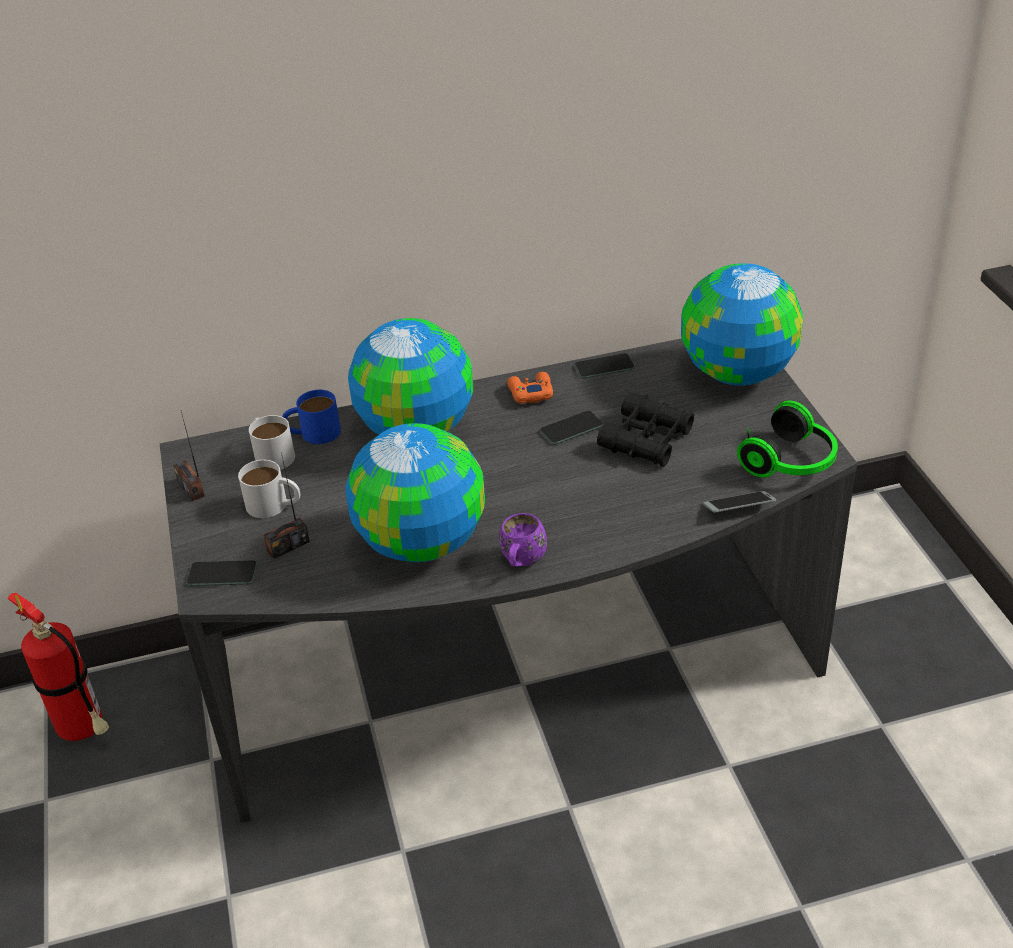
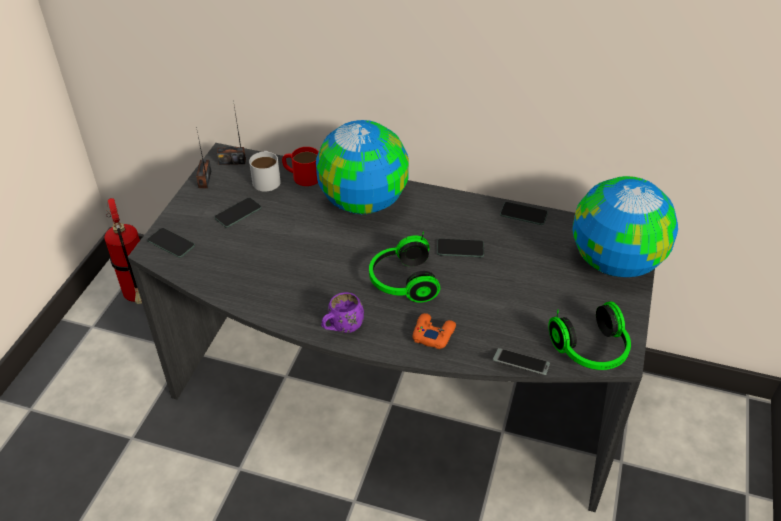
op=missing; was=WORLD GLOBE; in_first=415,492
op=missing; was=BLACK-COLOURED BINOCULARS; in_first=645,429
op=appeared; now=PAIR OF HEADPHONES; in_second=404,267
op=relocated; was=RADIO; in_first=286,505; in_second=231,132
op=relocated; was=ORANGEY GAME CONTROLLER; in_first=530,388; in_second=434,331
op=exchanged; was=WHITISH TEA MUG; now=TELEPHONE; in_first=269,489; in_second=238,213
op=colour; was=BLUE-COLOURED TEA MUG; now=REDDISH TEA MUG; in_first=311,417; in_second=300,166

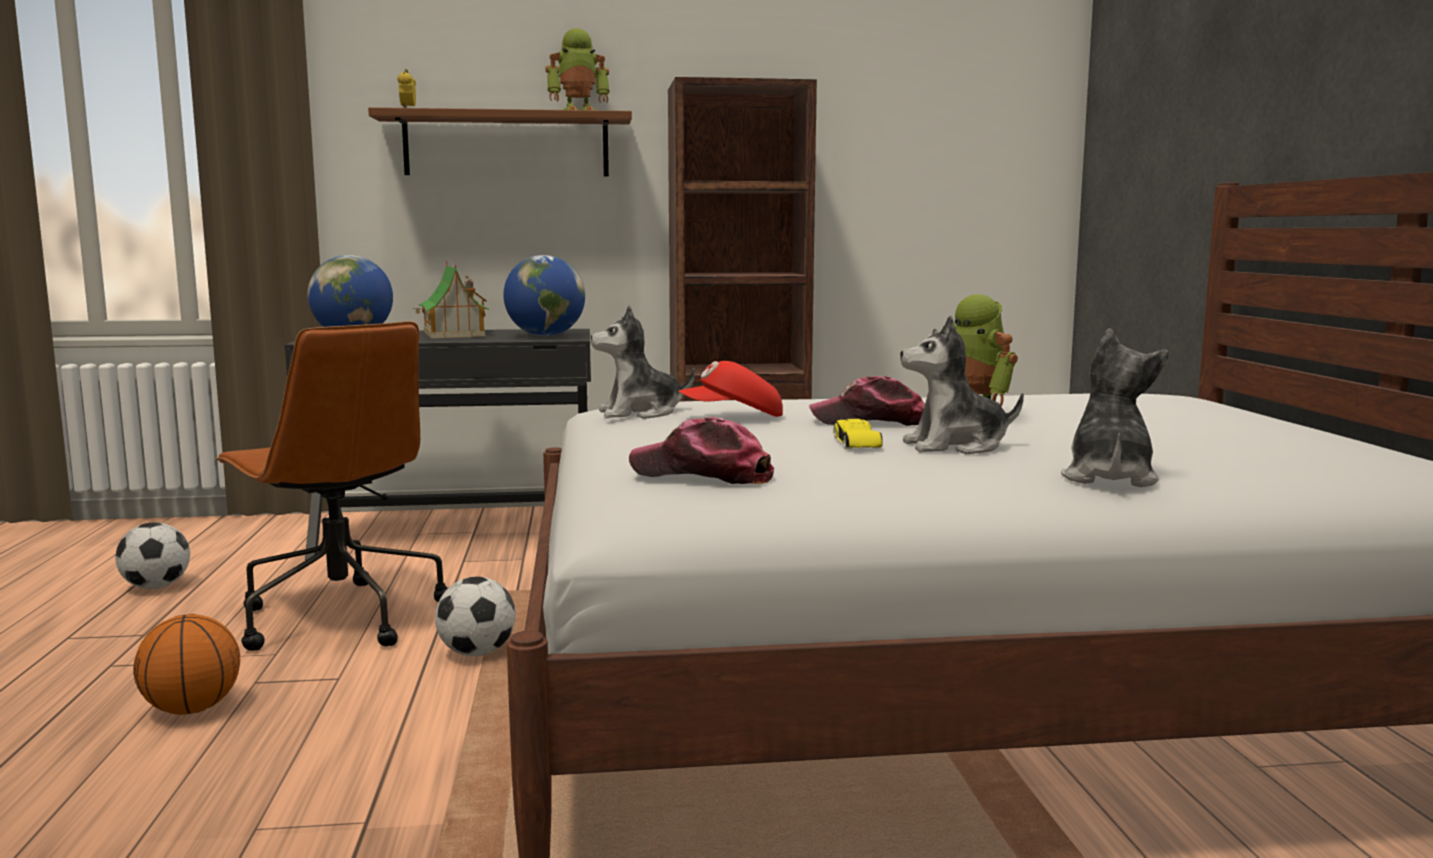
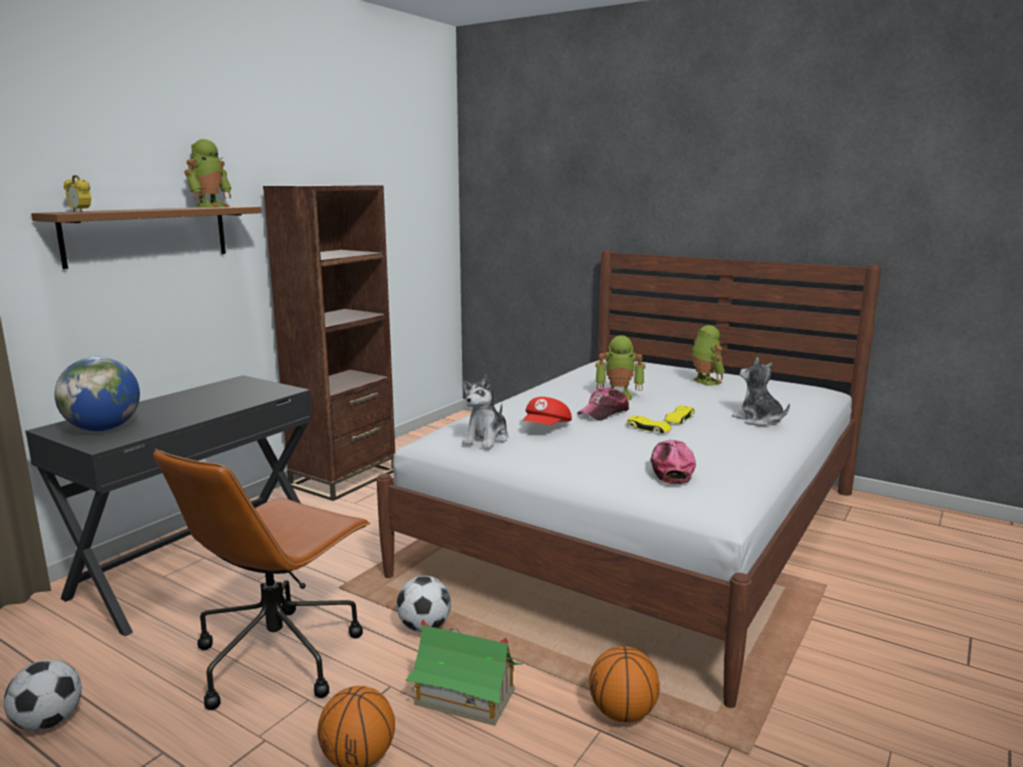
op=missing; was=WORLD GLOBE; in_first=544,295
op=appeared; now=BASKETBALL BALL; in_second=624,684
op=appeared; now=TOY ROBOT; in_second=708,355
op=relocated; was=MODEL HOUSE; in_first=451,299; in_second=464,672
op=exchanged; was=CUDDLY TOY; now=YELLOW TOY CAR; in_first=962,384; in_second=679,415
op=spun; was=BROWN COMPUTER CHAIR; in_first=331,486; in_second=262,579; clockwise=120
op=spun; was=PEAKED CAP; in_first=701,450; in_second=673,462; clockwise=120

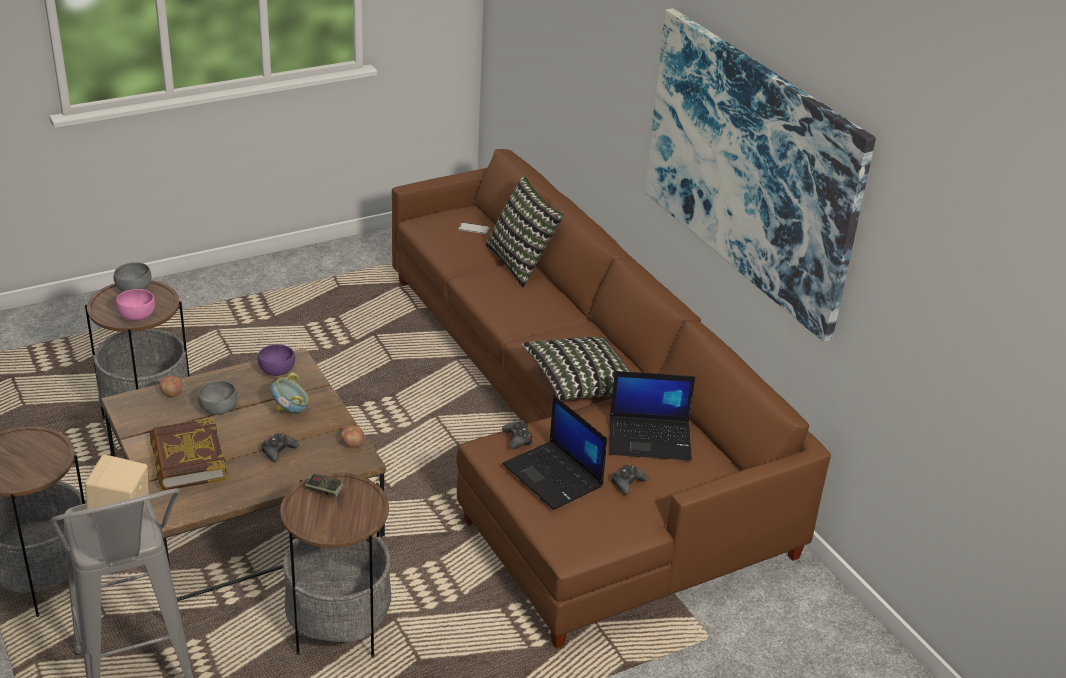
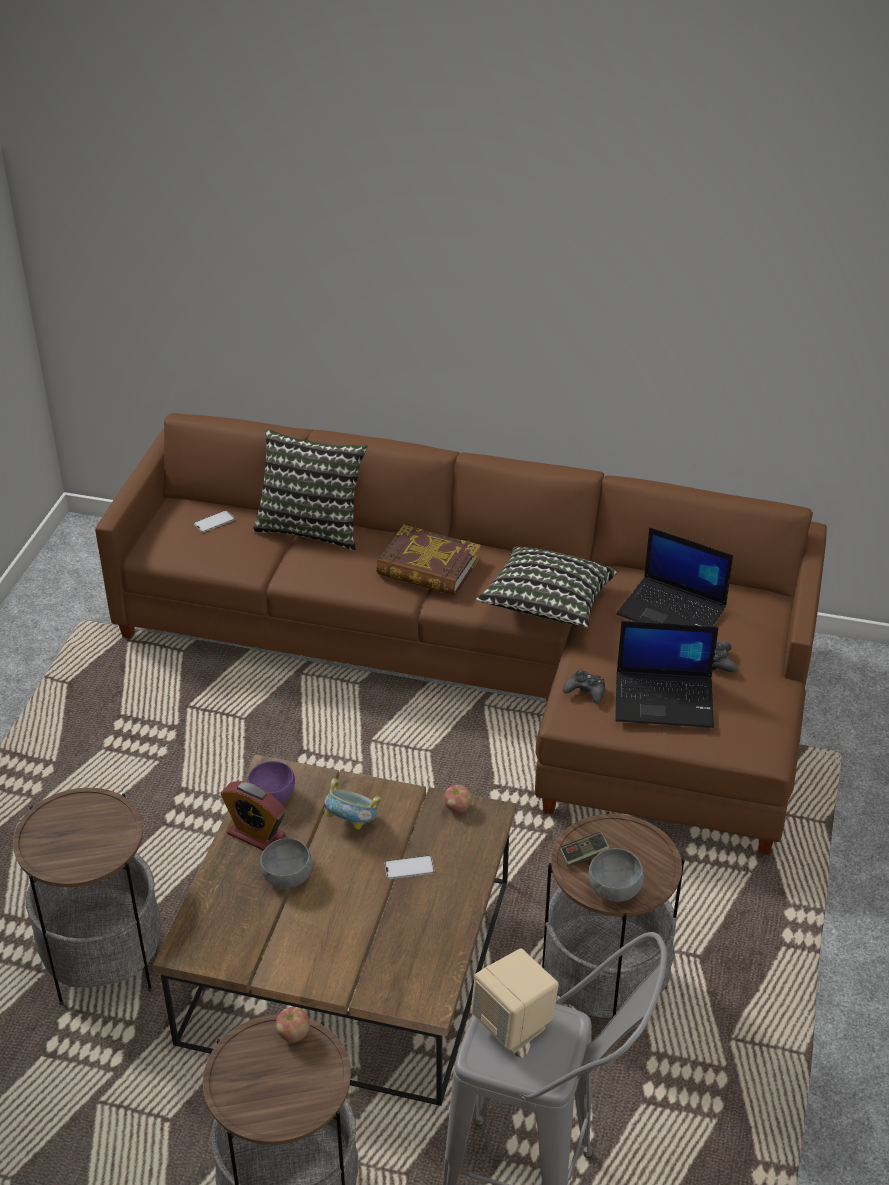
op=missing; was=PINKISH DEEP DISH; in_first=135,305
op=missing; was=WALL ART; in_first=760,175
op=appeared; now=BEDSIDE CLOCK; in_second=253,816
op=relocated; was=GREYISH DEEP DISH; in_first=133,277; in_second=616,875
op=relocated; was=BOUND BOOK; in_first=188,454; in_second=428,560
op=relocated; was=APPLE FRUIT; in_first=171,386; in_second=293,1024
op=exchanged; was=BLACK-COLOURED GAME CONTROLLER; now=TELEPHONE; in_first=280,447; in_second=410,867
op=spun; was=PORTABLE COMPUTER; in_first=652,416; in_second=674,576; clockwise=75

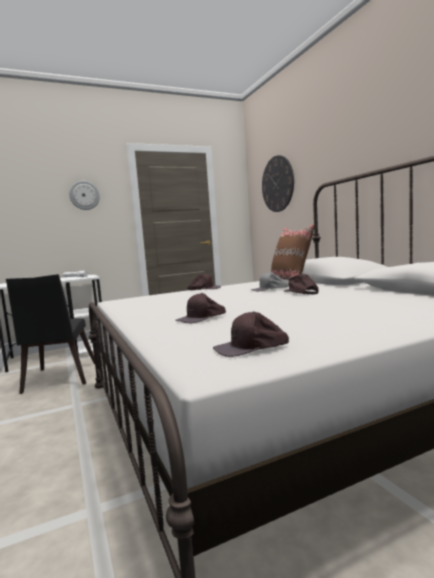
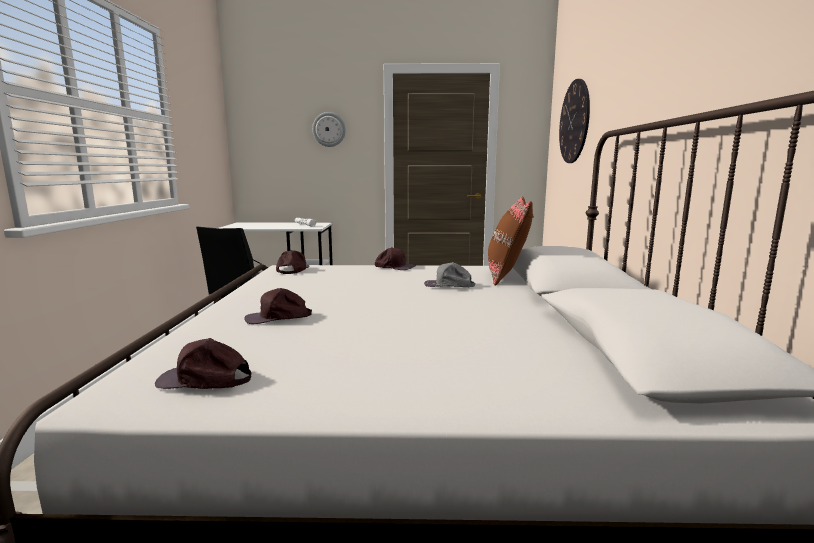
op=relocated; was=BROWN PEAKED CAP; in_first=301,284; in_second=293,262

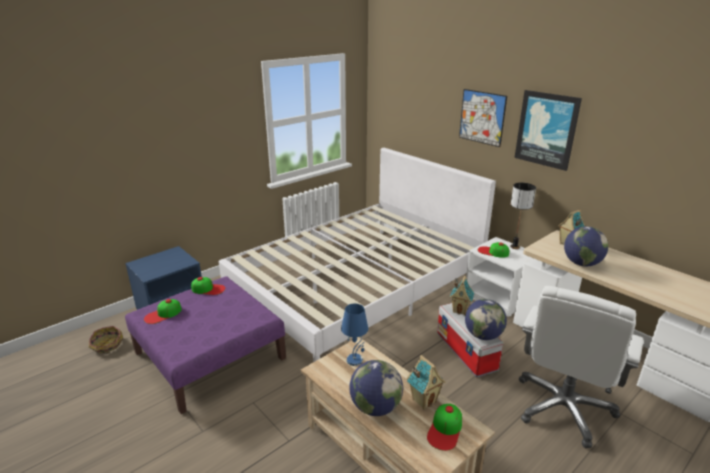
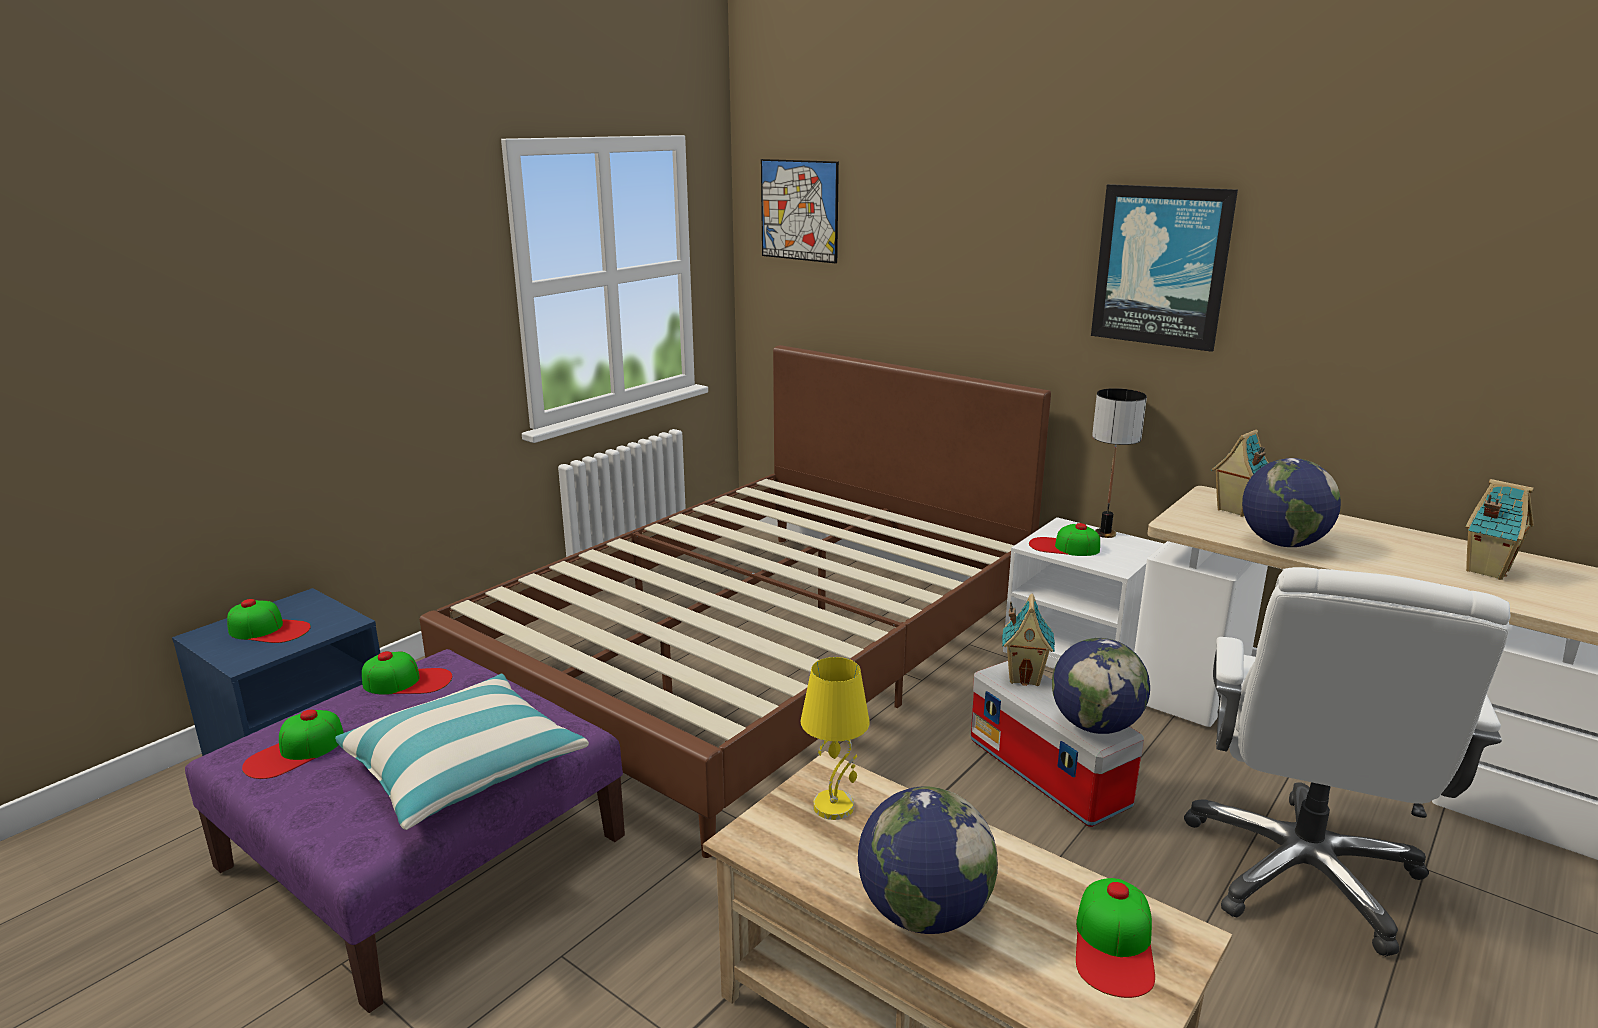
op=missing; was=HOUSEHOLD BASKET; in_first=106,340
op=appeared; now=PEAKED CAP; in_second=269,621
op=appeared; now=THROW PILLOW; in_second=462,752
op=relocated; was=MODEL HOUSE; in_first=426,382; in_second=1500,529
op=relocated; was=WALL ART; in_first=483,118; in_second=800,211
op=colour; was=WHITISH BED; now=BROWN BED; in_first=357,255; in_second=735,601
op=colour; was=BLUE-COLOURED TABLE LAMP; now=YELLOW TABLE LAMP; in_first=354,335; in_second=835,738

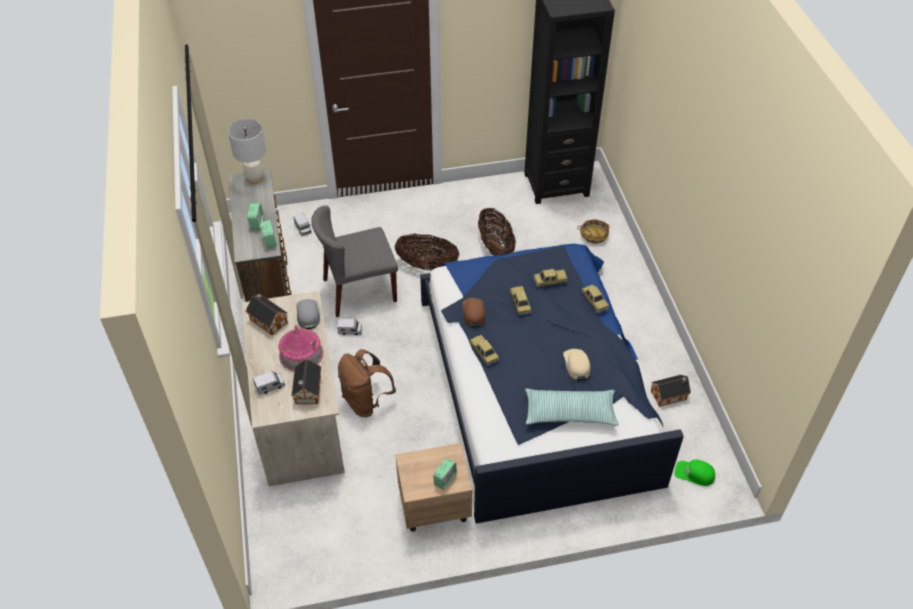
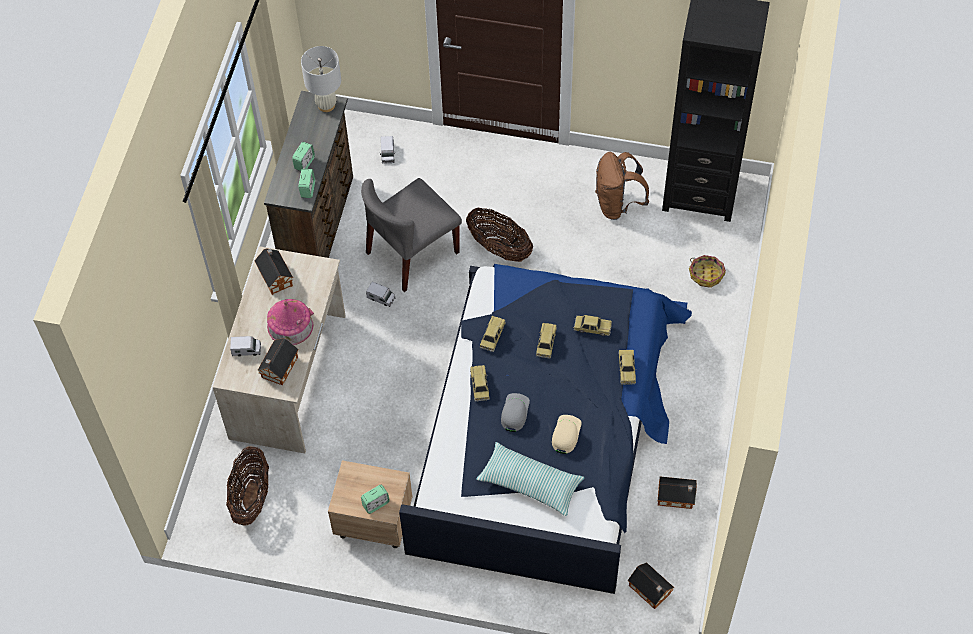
op=relocated; was=GREYISH PEAKED CAP; in_first=308,314; in_second=515,412
op=relocated; was=BROWN KNAPSACK; in_first=367,383; in_second=622,186
op=relocated; was=HOUSEHOLD BASKET; in_first=497,231; in_second=247,486
op=exchanged; was=BROWN PEAKED CAP; now=TOY CAR; in_first=474,312; in_second=493,334
op=exchanged; was=GREEN PEAKED CAP; now=MODEL HOUSE; in_first=694,473; in_second=651,585
op=spun; was=GREYISH UPRIGHT CHAIR; in_first=354,261; in_second=411,235; clockwise=-45

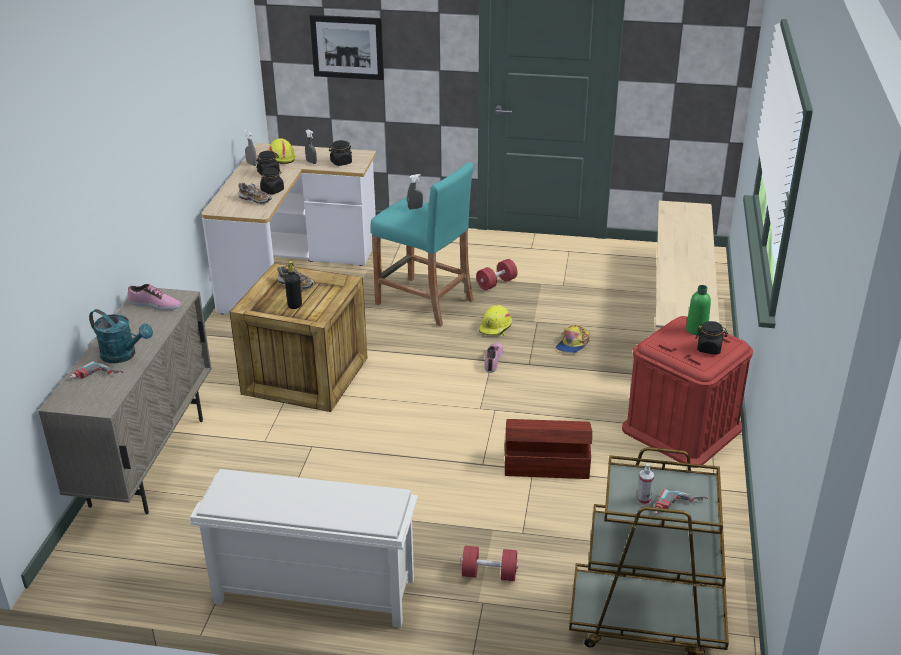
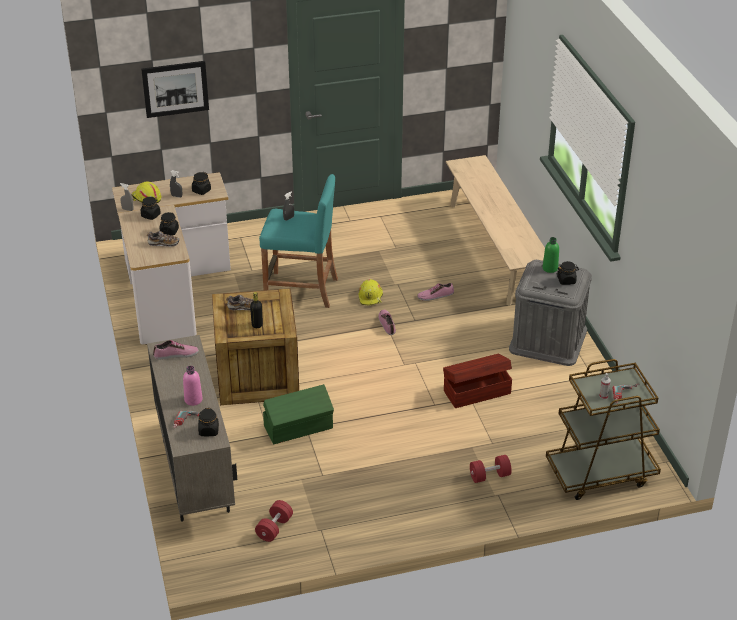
op=missing; was=WHITISH SHOE STAND; in_first=304,548
op=appeared; now=BLACK-COLOURED PRESERVE JAR; in_second=208,422
op=appeared; now=GREEN STORAGE BIN; in_second=298,414
op=relocated; was=REDDISH DUMBBELL; in_first=497,274; in_second=274,521
op=exchanged; was=TURQUOISE SPRINKLING CAN; now=PINKISH BOTTLE; in_first=121,336; in_second=193,386
op=exchanged; was=PEAKED CAP; now=LOW SHOE; in_first=573,338; in_second=435,292
op=colour; was=REDDISH STORAGE BIN; now=GREYISH STORAGE BIN; in_first=687,392; in_second=550,313

